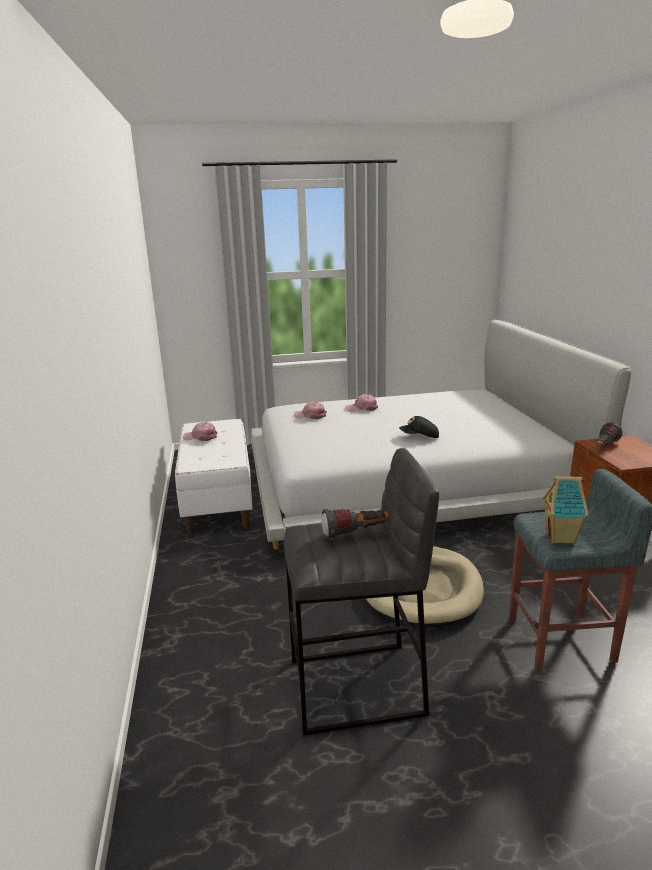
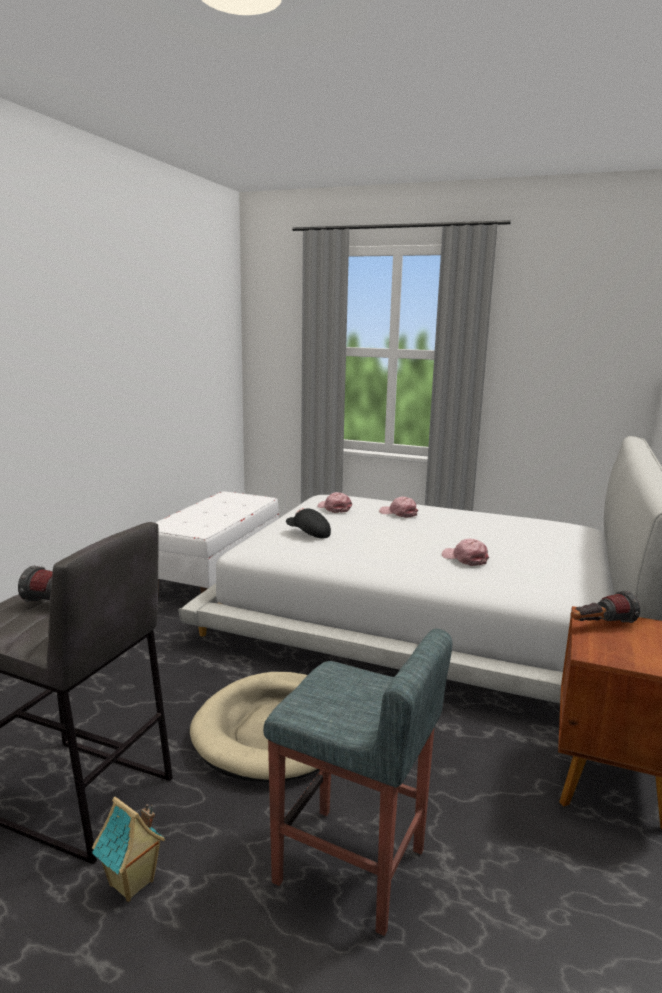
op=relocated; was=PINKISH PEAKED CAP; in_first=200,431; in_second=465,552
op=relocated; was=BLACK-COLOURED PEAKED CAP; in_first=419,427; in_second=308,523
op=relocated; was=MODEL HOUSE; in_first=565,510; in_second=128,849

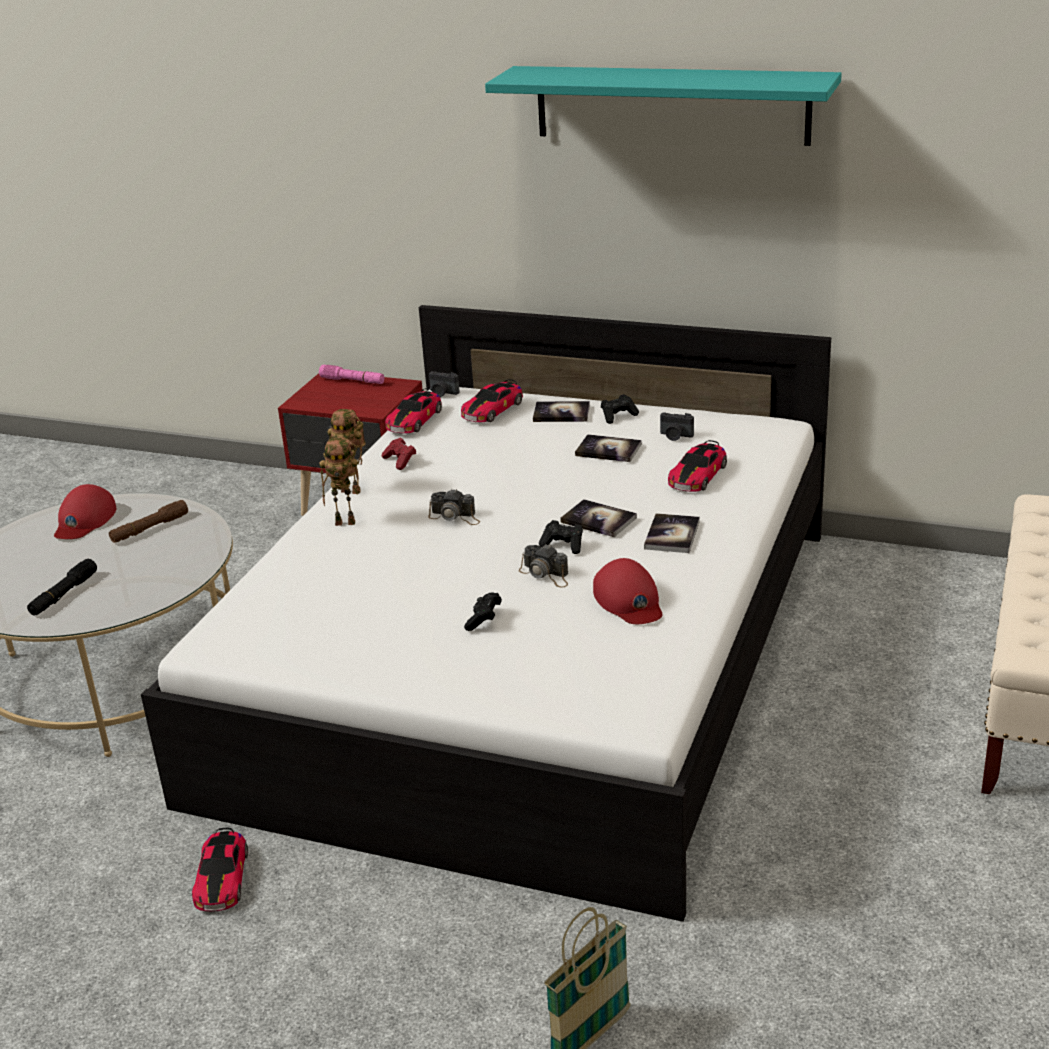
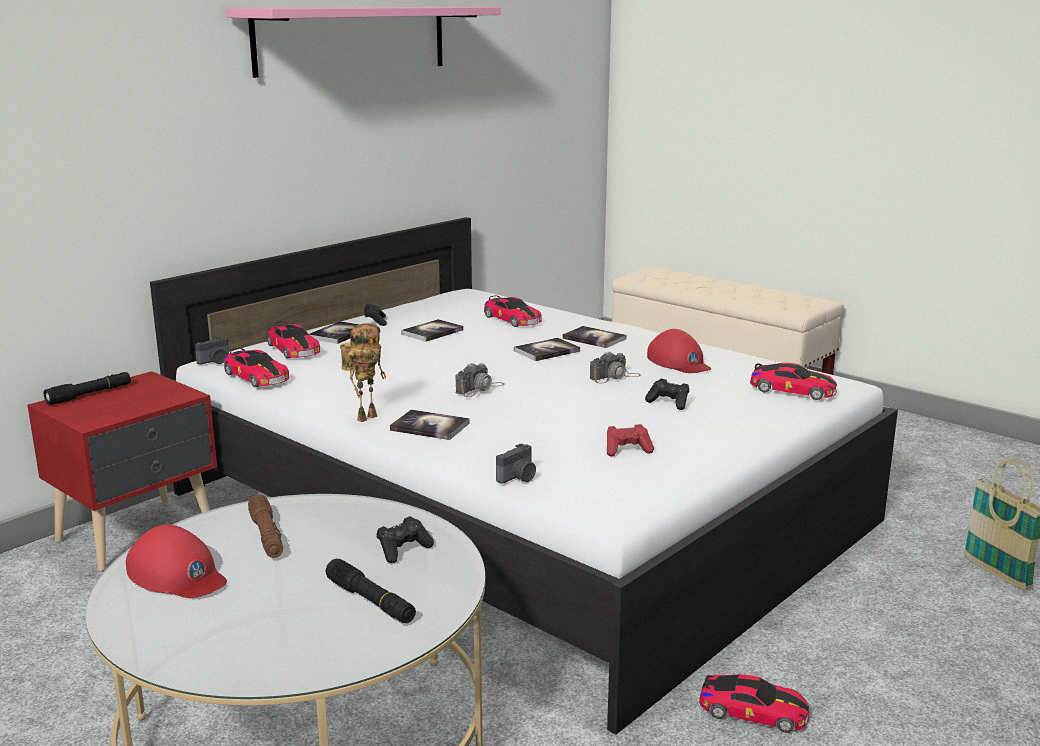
op=appeared; now=TOY CAR; in_second=793,381
op=relocated; was=REDDISH GAME CONTROLLER; in_first=399,454; in_second=630,440
op=relocated; was=BLACK-COLOURED GAME CONTROLLER; in_first=561,537; in_second=405,539
op=relocated; was=PHOTO CAMERA; in_first=677,427; in_second=516,463
op=exchanged; was=TOY ROBOT; now=BOUND BOOK; in_first=339,482; in_second=429,425
op=colour; was=PINKISH HAND TORCH; now=BLACK-COLOURED HAND TORCH; in_first=351,374; in_second=87,388
op=colour; was=TURQUOISE SHELF; now=PINKISH SHELF; in_first=663,106; in_second=363,42
op=spun; was=REDDISH PEAKED CAP; in_first=628,591; in_second=679,351; clockwise=60

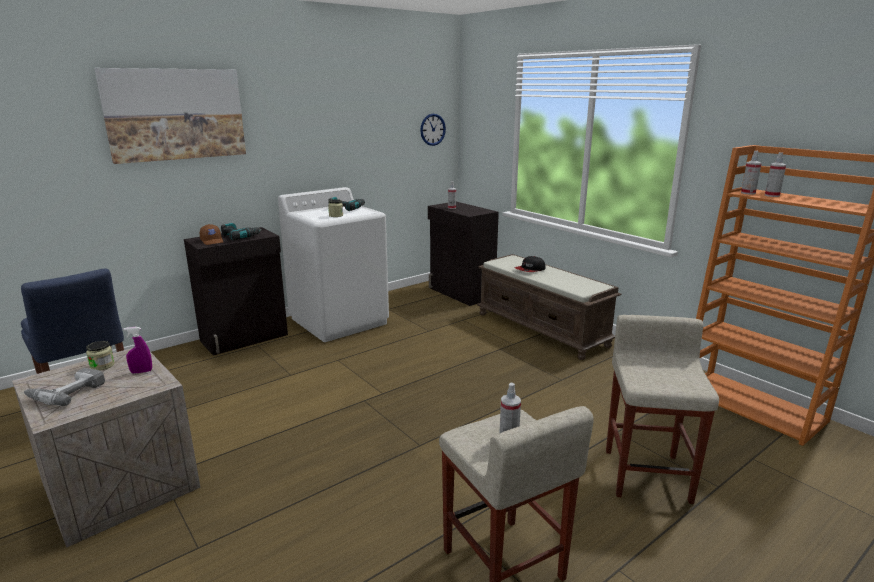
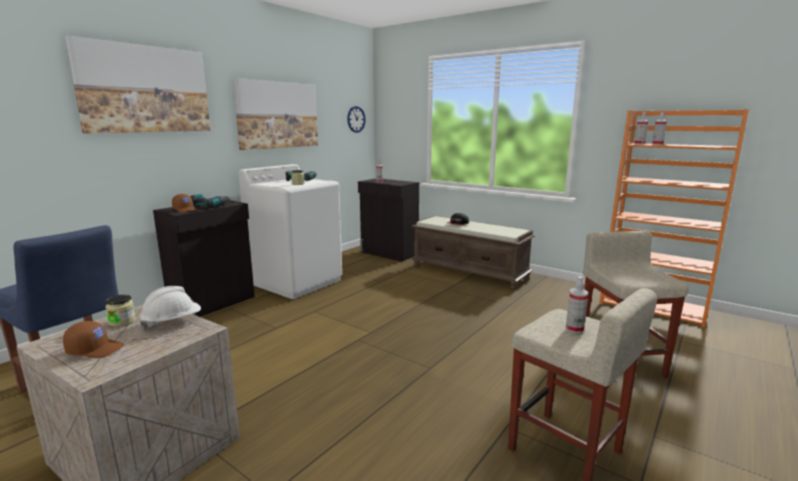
op=appeared; now=WALL ART; in_second=275,114
op=exchanged; was=ELECTRIC DRILL; now=BROWN PEAKED CAP; in_first=64,387; in_second=93,339
op=exchanged; was=PURPLISH HAND SPRAYER; now=WHITISH WORK HELMET; in_first=137,350; in_second=170,307

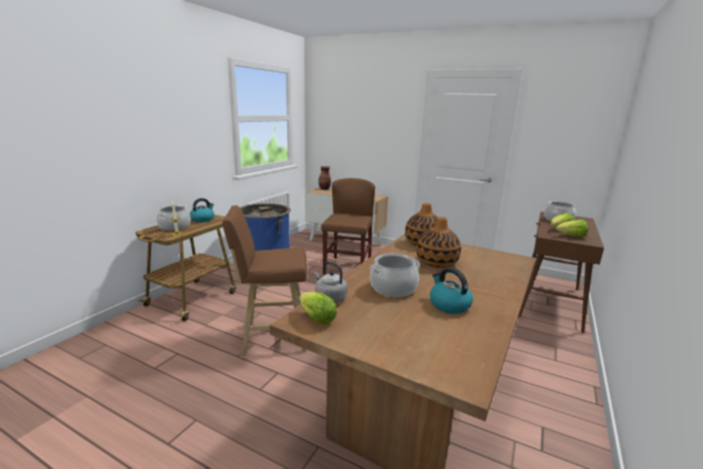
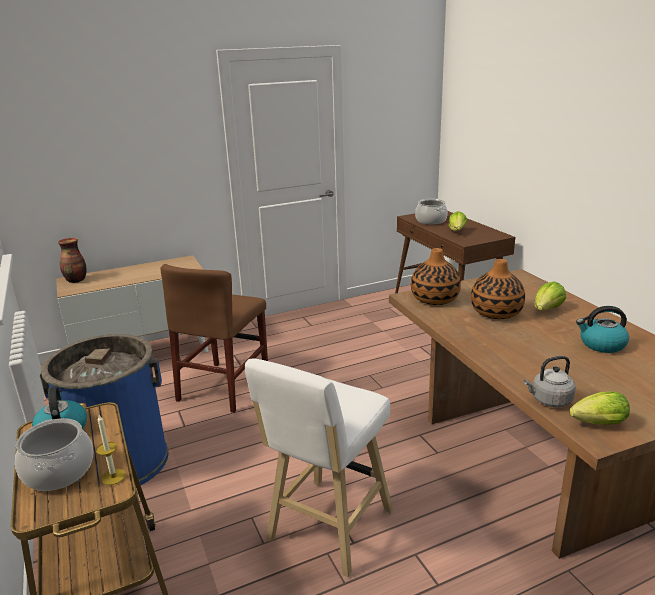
op=missing; was=STOCKPOT; in_first=394,275
op=relocated; was=LETTUCE HEAD; in_first=572,228; in_second=550,296
op=colour; was=BROWN STOOL SEAT; now=WHITISH STOOL SEAT; in_first=264,280; in_second=319,468
op=spun; was=BROWN UPRIGHT CHAIR; in_first=348,225; in_second=214,338; clockwise=-120

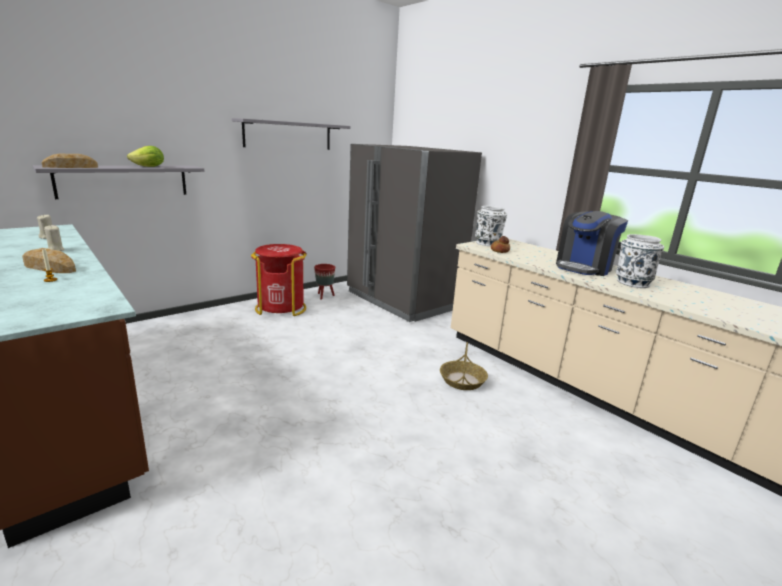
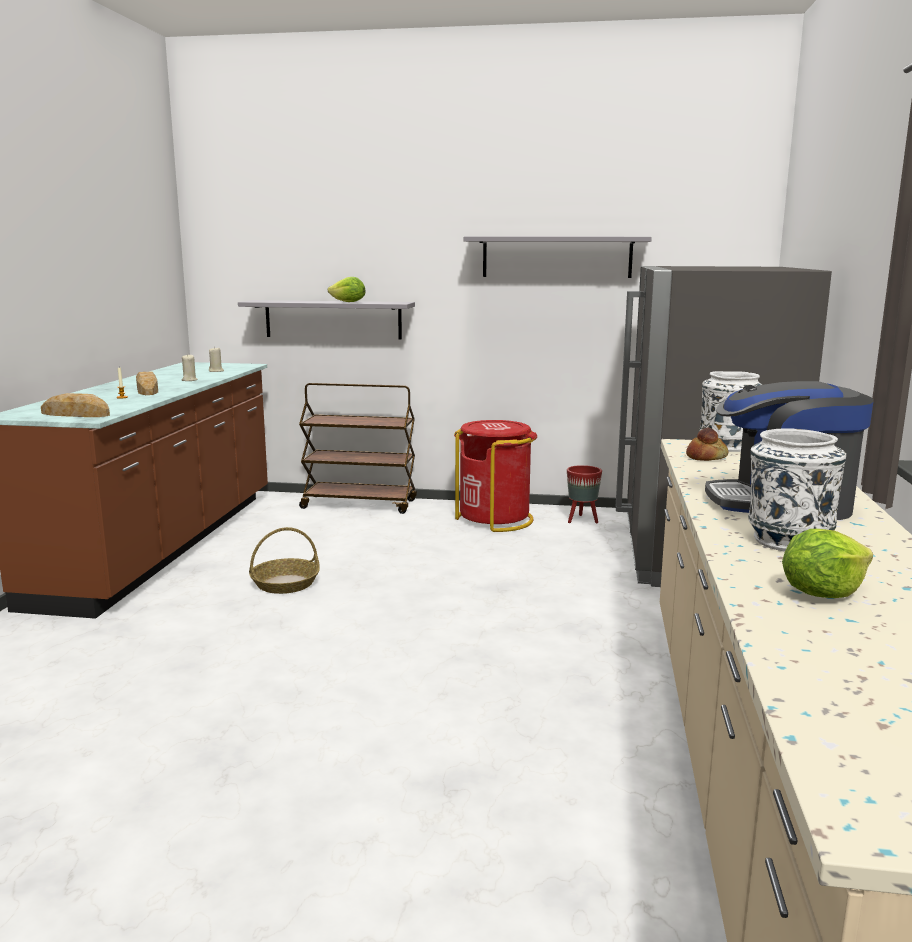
op=appeared; now=BROWN CART; in_second=358,448
op=appeared; now=LETTUCE HEAD; in_second=827,563
op=relocated; was=BREAD; in_first=70,161; in_second=75,405
op=relocated; was=HOUSEHOLD BASKET; in_first=464,366; in_second=284,560

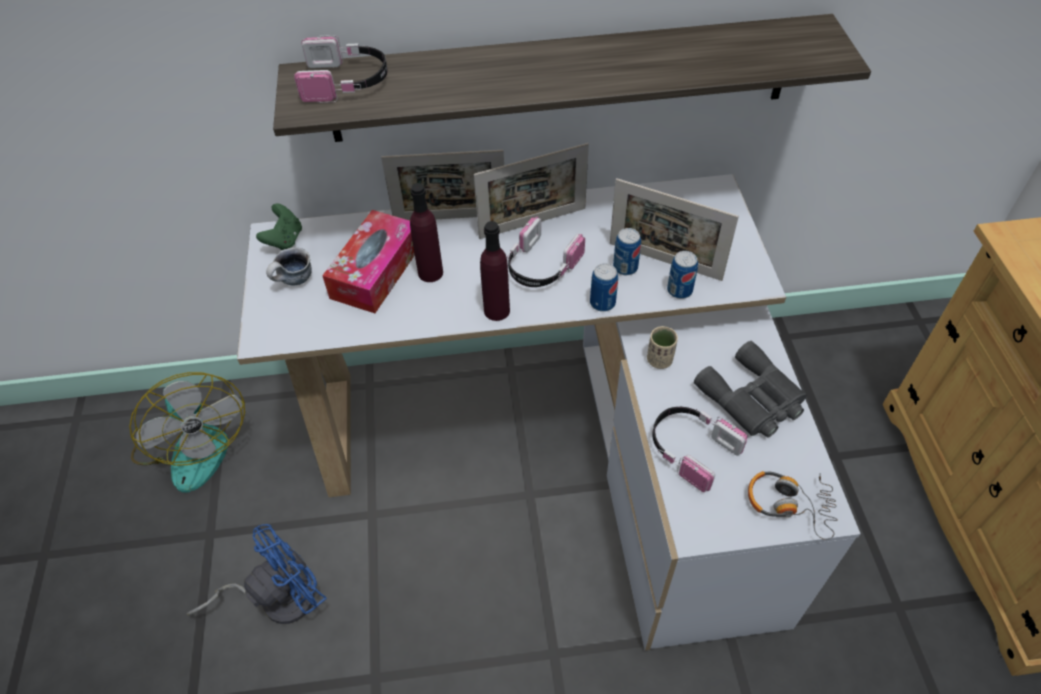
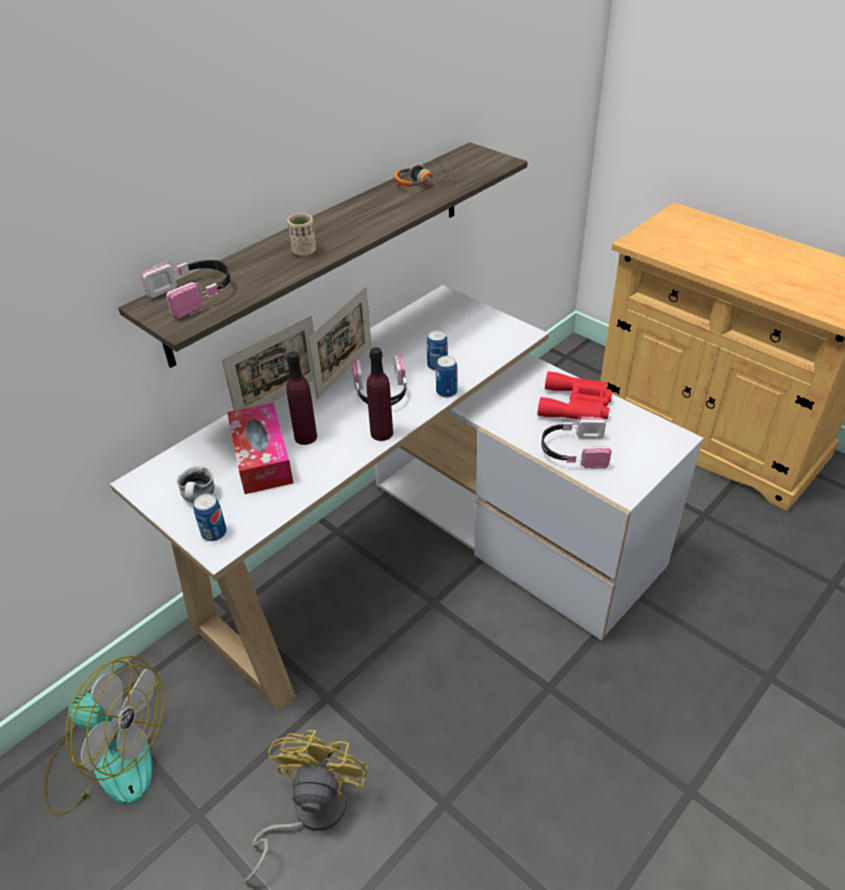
op=missing; was=GREEN GAME CONTROLLER; in_first=279,226
op=missing; was=STANDING FRAME; in_first=674,229
op=relocated; was=BEIGE SMALL CUP; in_first=662,347; in_second=301,234
op=relocated; was=METAL CAN; in_first=682,275; in_second=210,517
op=relocated; was=PAIR OF HEADPHONES; in_first=793,505; in_second=428,174
op=colour; was=BLUE-COLOURED ELECTRIC FAN; now=YELLOW ELECTRIC FAN; in_first=257,574; in_second=306,806
op=colour; was=GREYISH BINOCULARS; now=REDDISH BINOCULARS; in_first=750,389; in_second=575,395

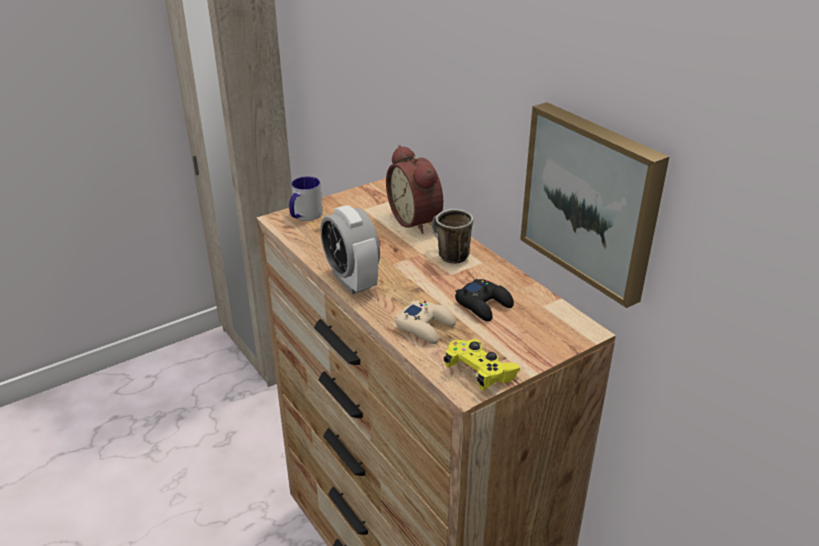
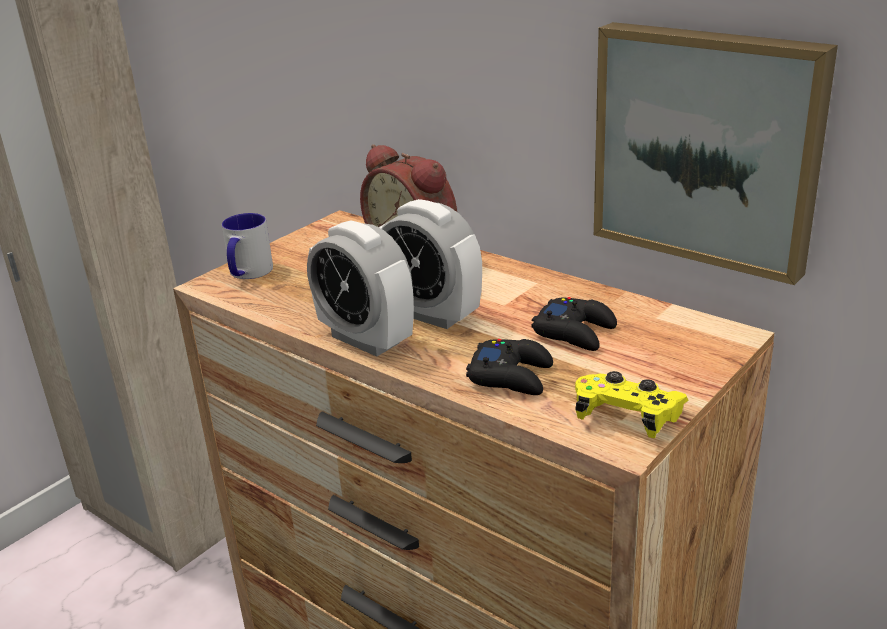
op=missing; was=TEA MUG; in_first=452,236
op=appeared; now=BEDSIDE CLOCK; in_second=430,264
op=colour; was=BEIGE GAME CONTROLLER; now=BLACK-COLOURED GAME CONTROLLER; in_first=425,322; in_second=509,367

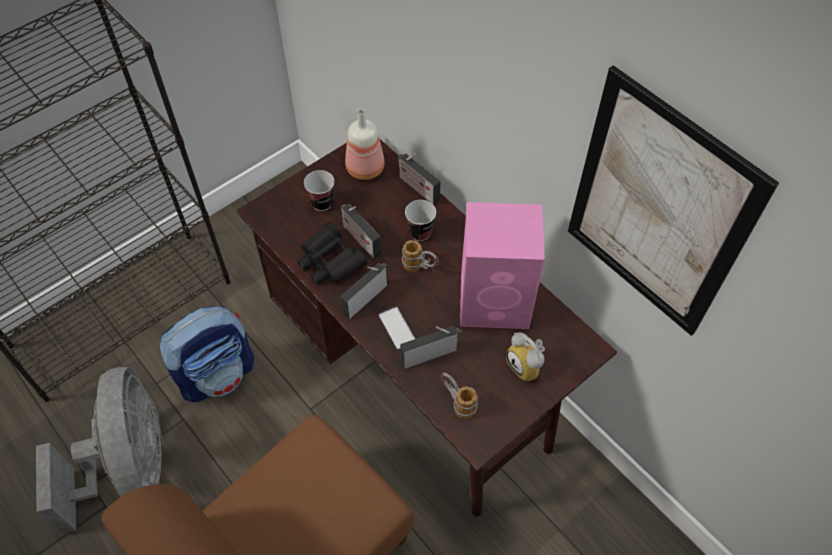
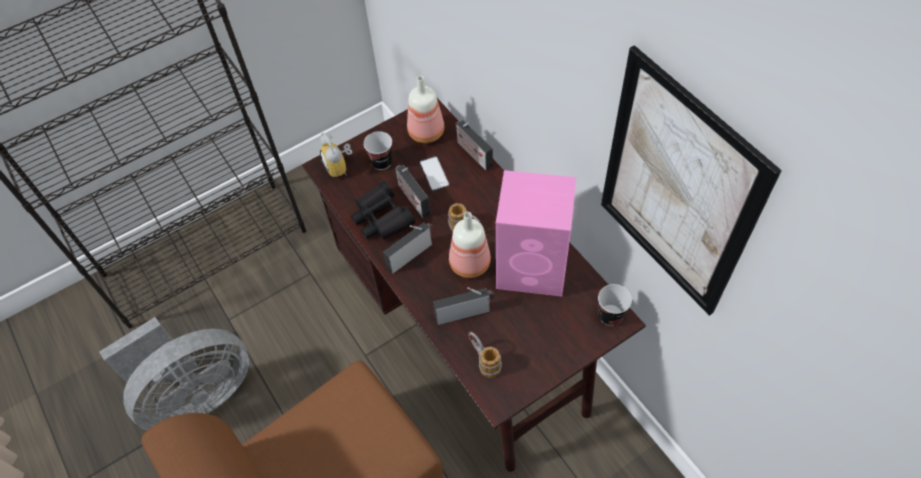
op=missing; was=KNAPSACK; in_first=206,354
op=appeared; now=BOTTLE; in_second=470,245
op=relocated; was=TELEPHONE; in_first=396,327; in_second=434,173
op=relocated; was=SMALL CUP; in_first=420,220; in_second=615,305
op=relocated; was=BEDSIDE CLOCK; in_first=525,356; in_second=336,155
op=spun; was=GREYISH ELECTRIC FAN; in_first=99,450; in_second=174,373; clockwise=60

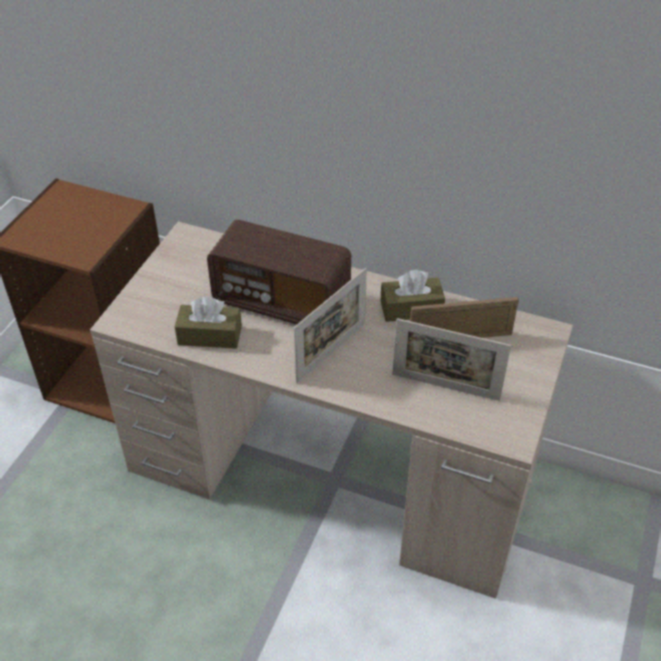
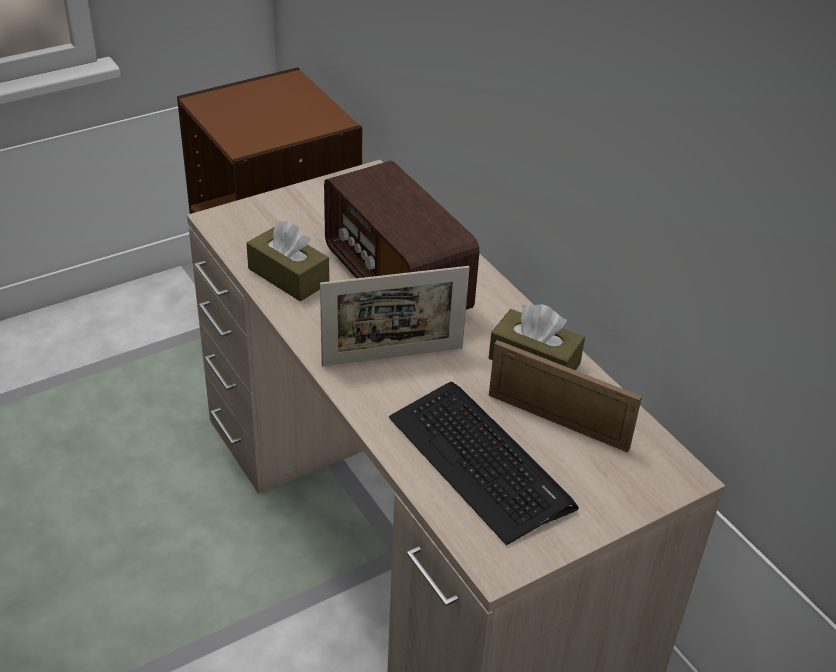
op=exchanged; was=STANDING FRAME; now=PC KEYBOARD; in_first=451,359; in_second=484,463

